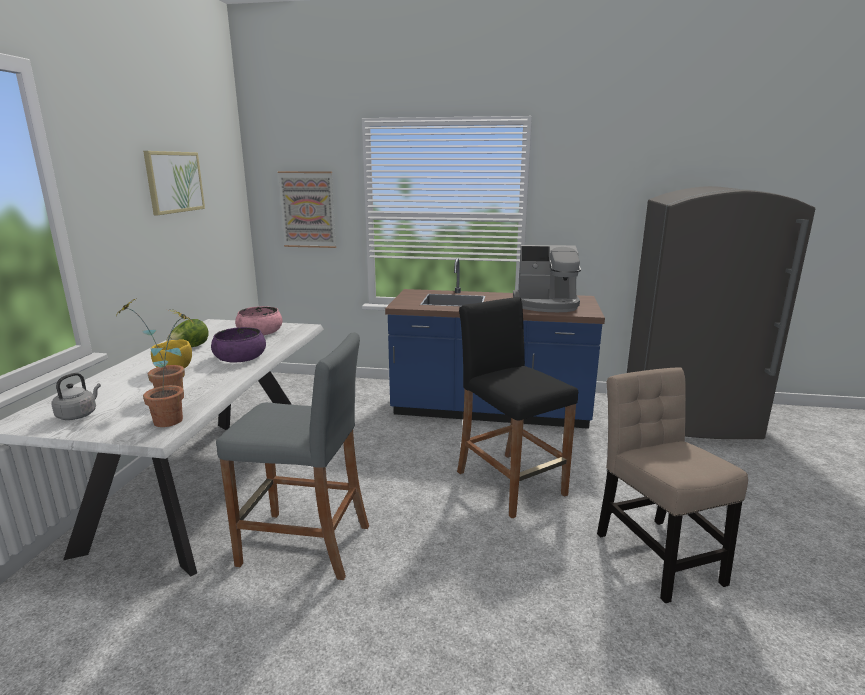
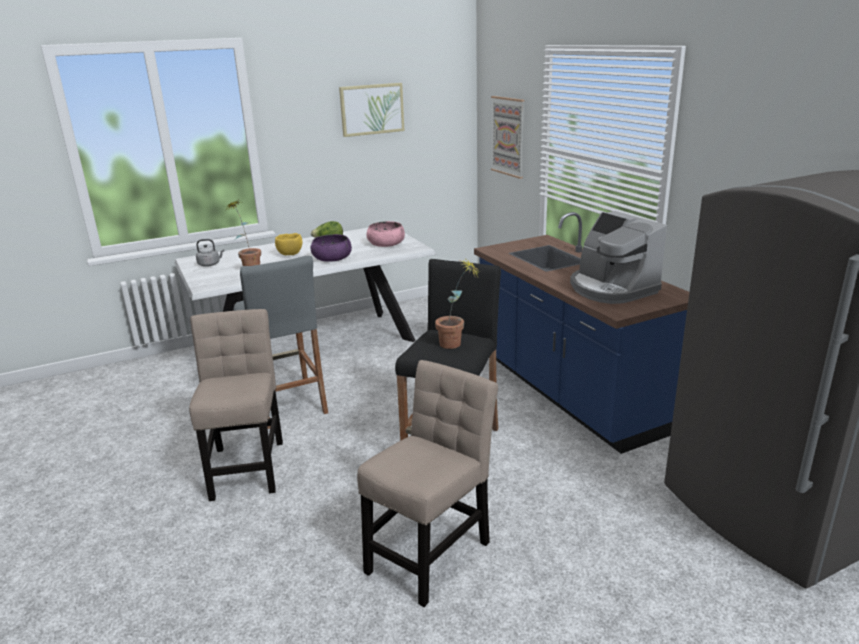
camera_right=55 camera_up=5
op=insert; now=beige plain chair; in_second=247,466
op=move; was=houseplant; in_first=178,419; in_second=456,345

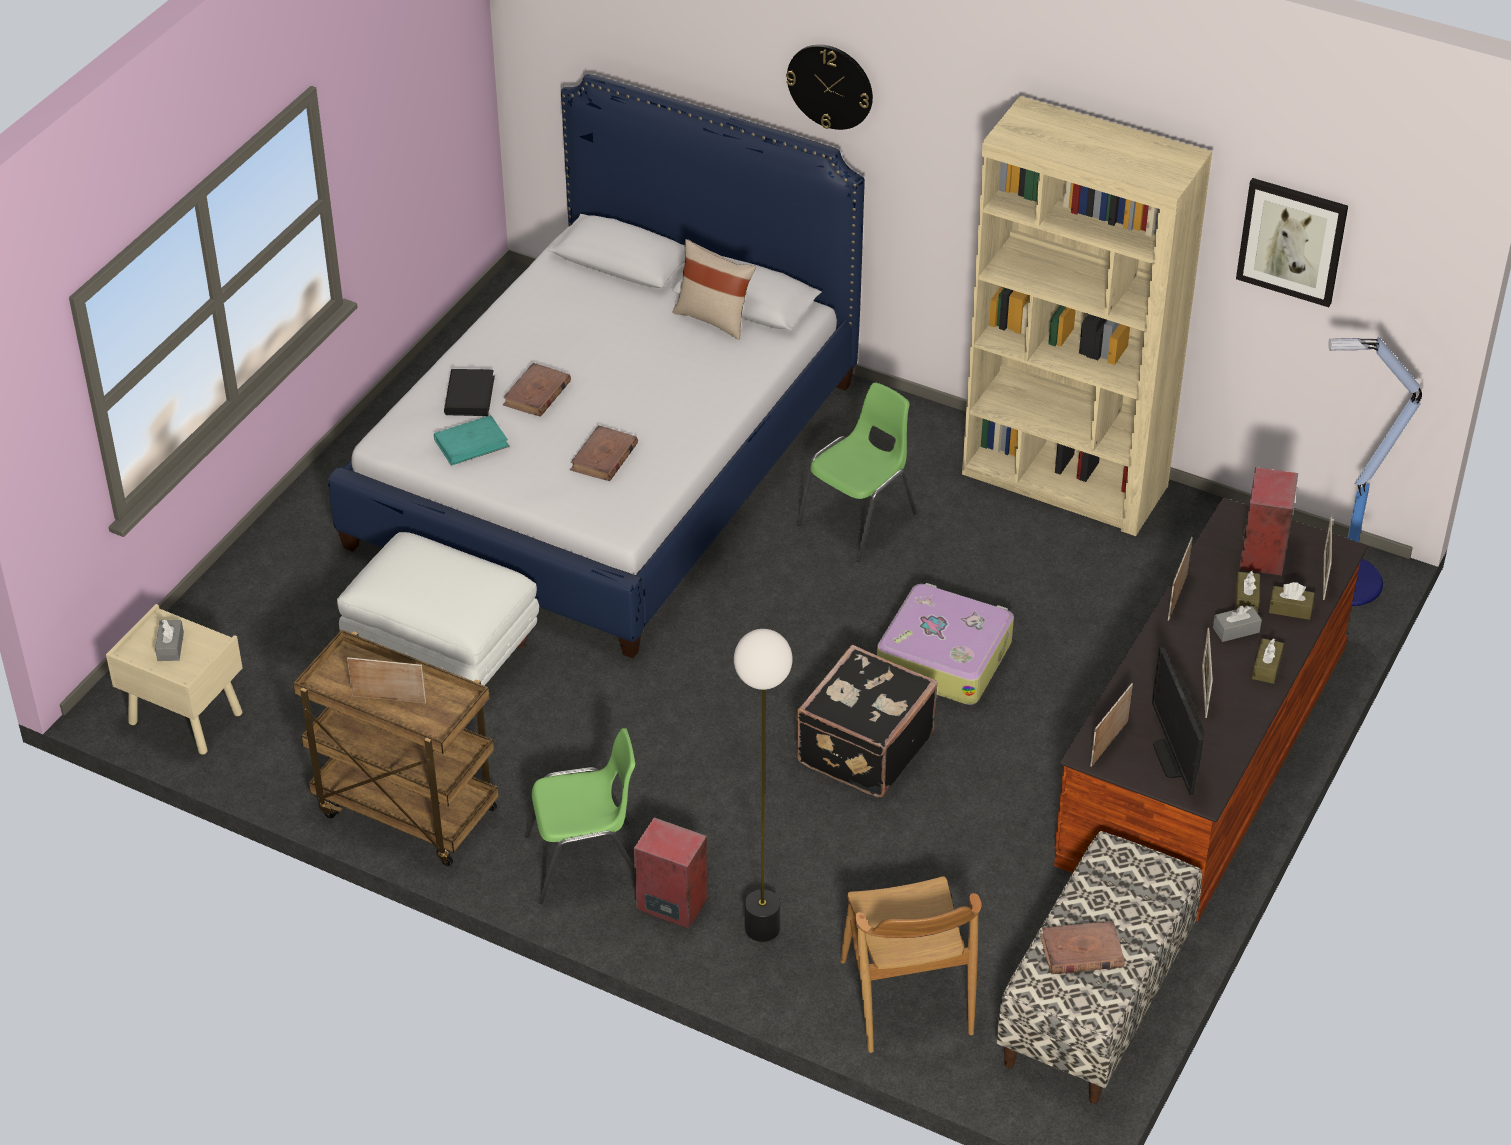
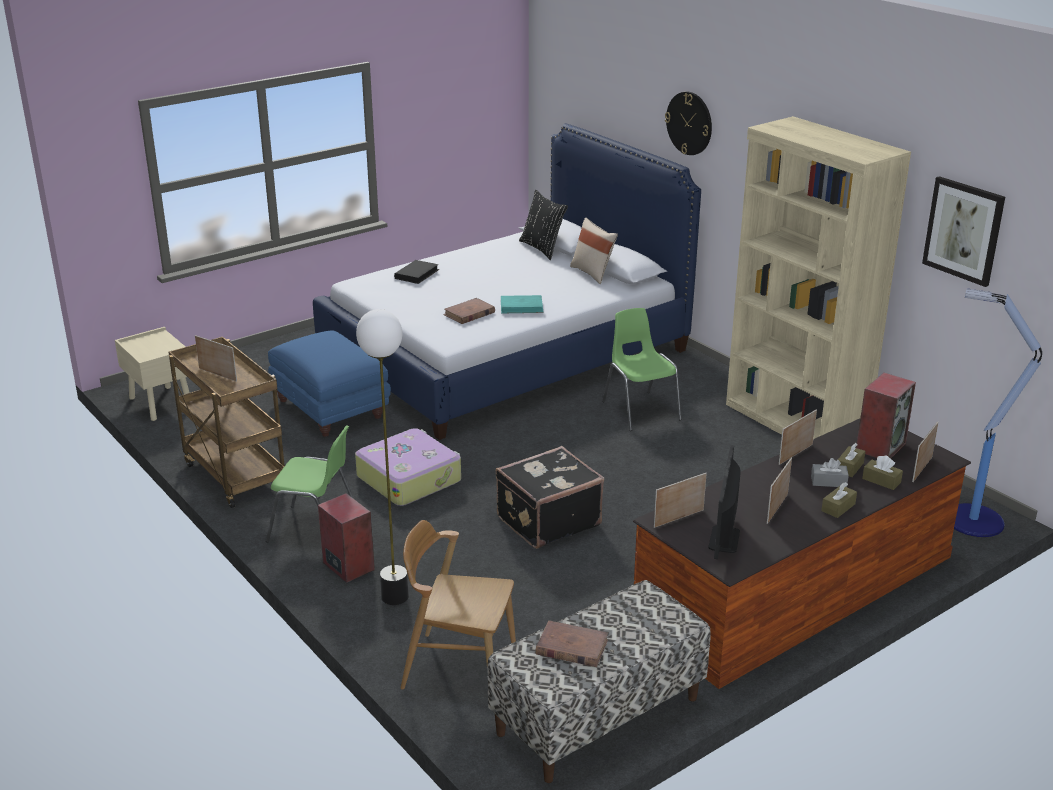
camera_right=25 camera_up=-15
op=delete; was=greyish box of tissues; in_first=170,646
op=delete; was=brown bound book; in_first=537,393
op=insert; now=blackish pillow; in_second=542,248
op=move; was=turquoise-coloured bound book; in_first=471,443; in_second=521,307
op=move; was=suitcase; in_first=944,657; in_second=409,478
op=recolor; was=whitish ottoman; now=bluish ottoman; in_first=444,651; in_second=331,410
op=rotate; was=greenish plain chair; in_first=859,519; in_second=640,410; clockwise=-90
op=rotate; was=brown plain chair; in_first=906,998; in_second=459,667; clockwise=90

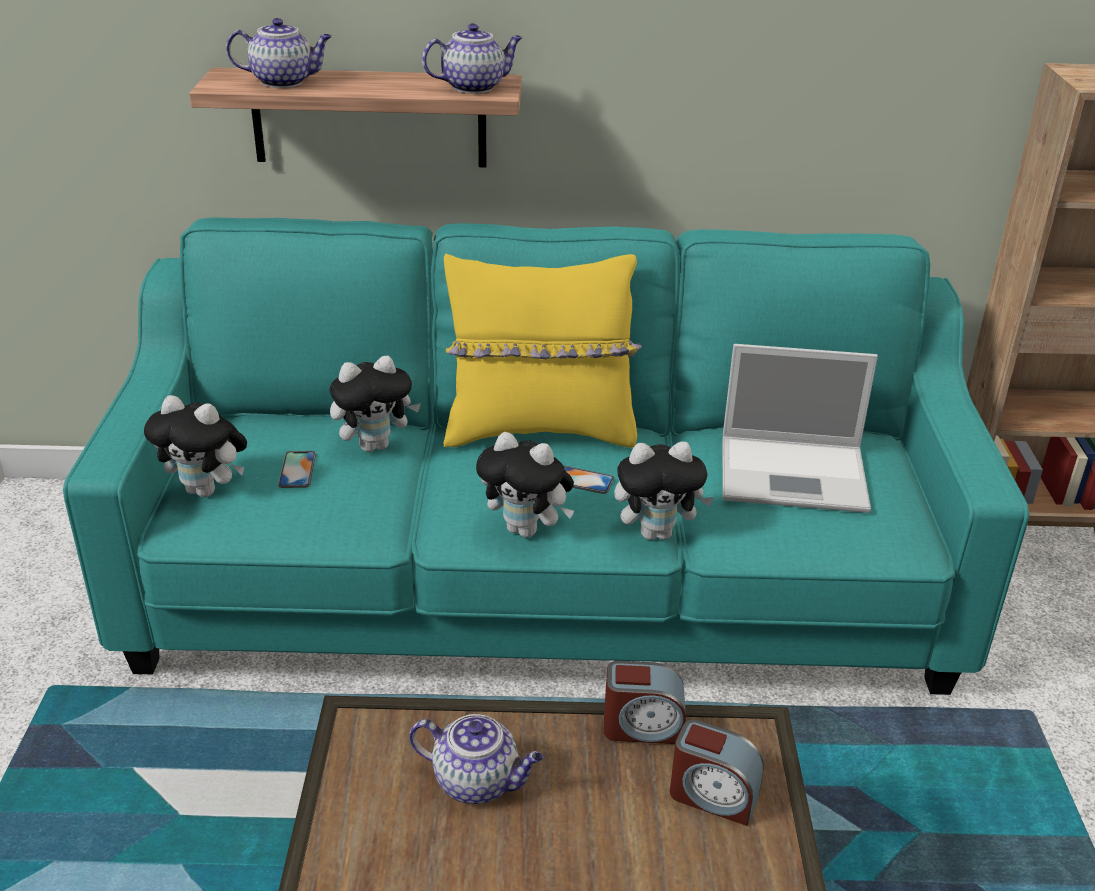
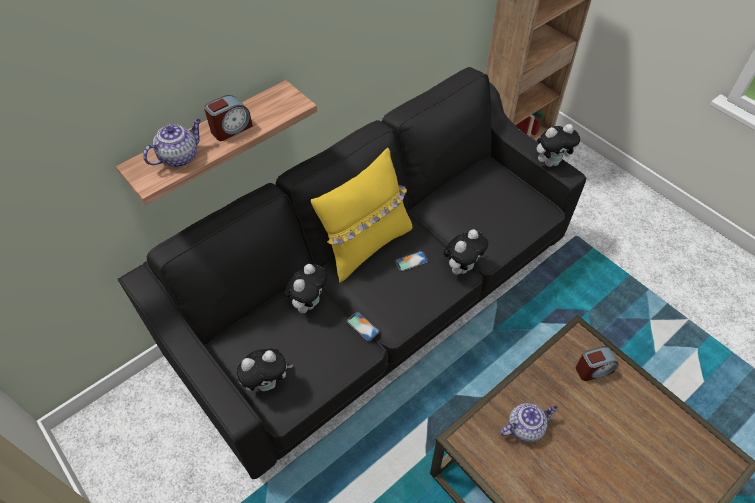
camera_right=-40 camera_up=20
op=delete; was=tea pot; in_first=474,87
op=delete; was=portable computer; in_first=796,474
op=move; was=telephone; in_first=297,470; in_second=362,326
op=move; was=cuddly toy; in_first=527,530; in_second=551,162
op=move; was=table clock; in_first=642,727; in_second=231,129
op=recolor; was=turquoise-coloured couch; now=blackish couch; in_first=546,592; in_second=378,303

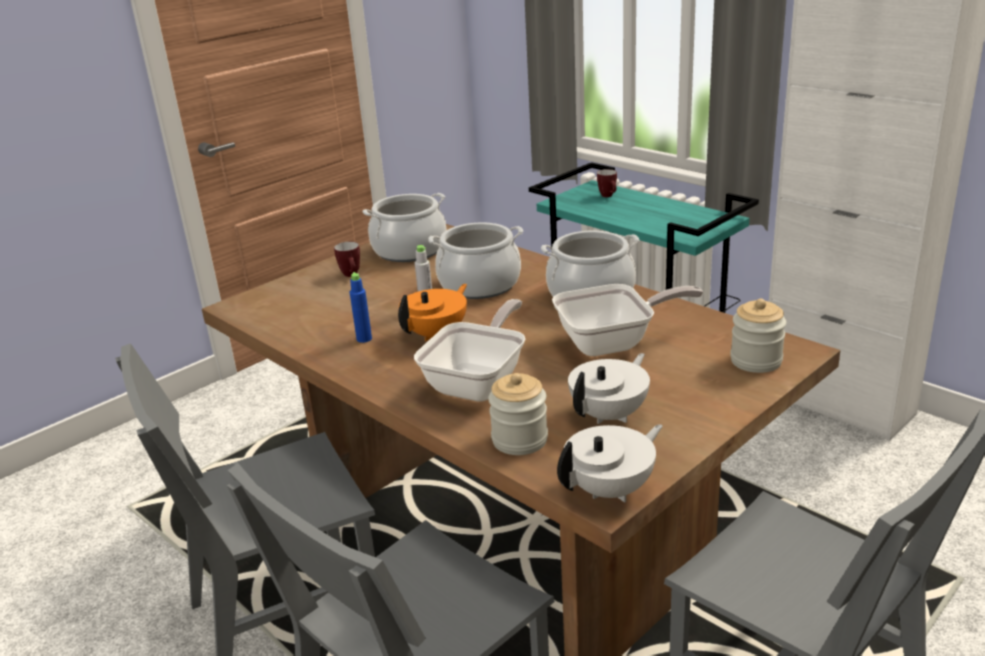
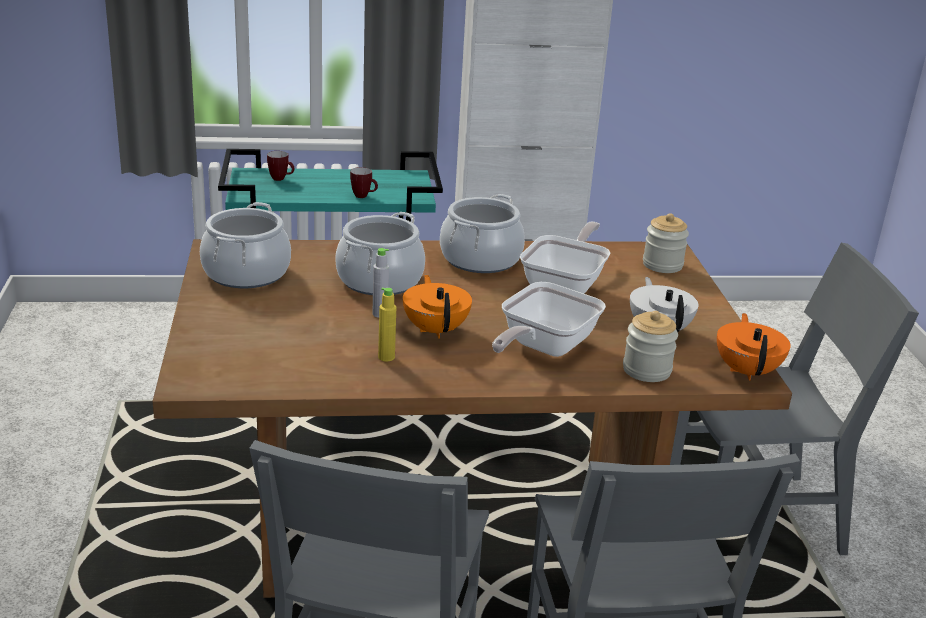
camera_right=-55 camera_up=0
op=move; was=mug; in_first=352,275; in_second=364,196
op=recolor; was=bluish drink bottle; now=yellow drink bottle; in_first=364,339; in_second=386,357
op=recolor; was=whitish tea pot; now=orangey tea pot; in_first=611,490; in_second=747,371
op=rotate; was=pan; in_first=480,381; in_second=542,347; clockwise=-120

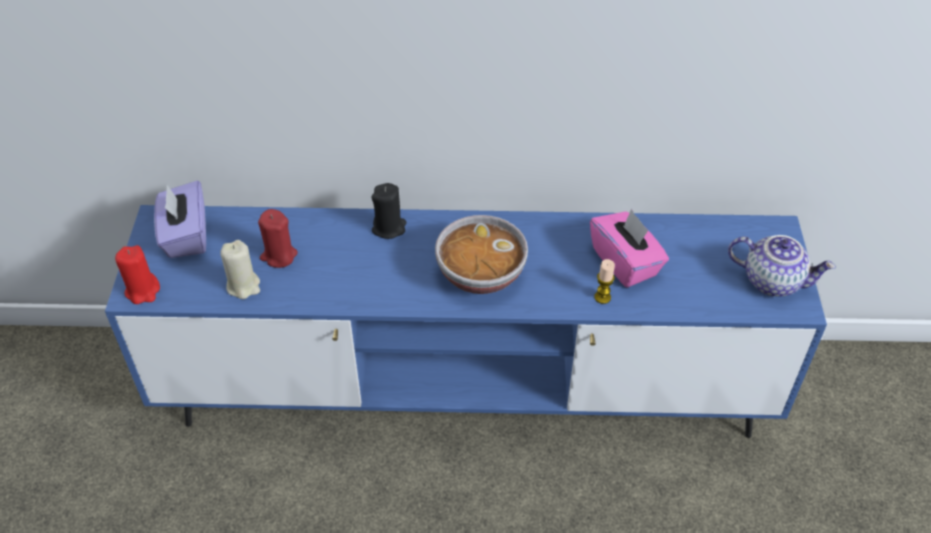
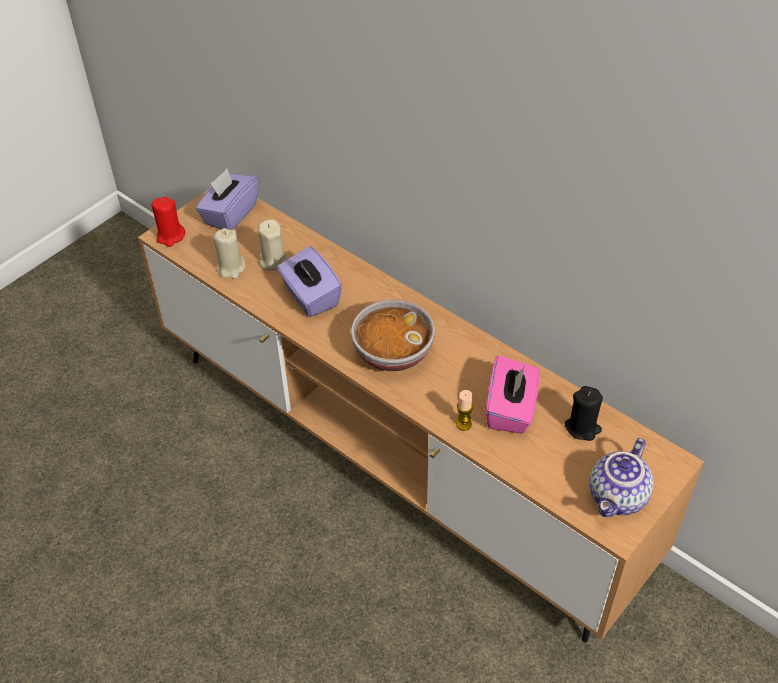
camera_right=40 camera_up=0
op=insert; now=purple box of tissues; in_second=310,297
op=move; was=blackish wax candle; in_first=389,228; in_second=582,428
op=recolor; was=bluish tv stand; now=brown tv stand; in_first=465,393; in_second=393,458
op=recolor; was=red-coloured wax candle; now=beige wax candle; in_first=279,255; in_second=273,260
op=rotate; was=tea pot; in_first=773,280; in_second=618,498; clockwise=60

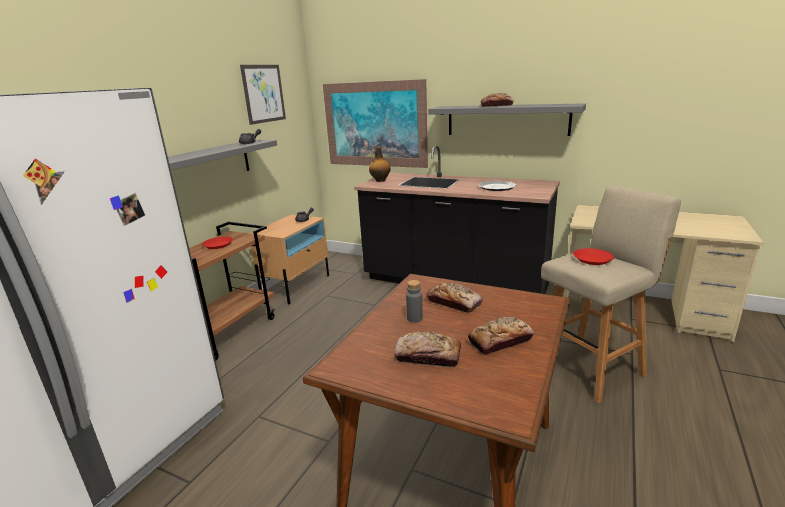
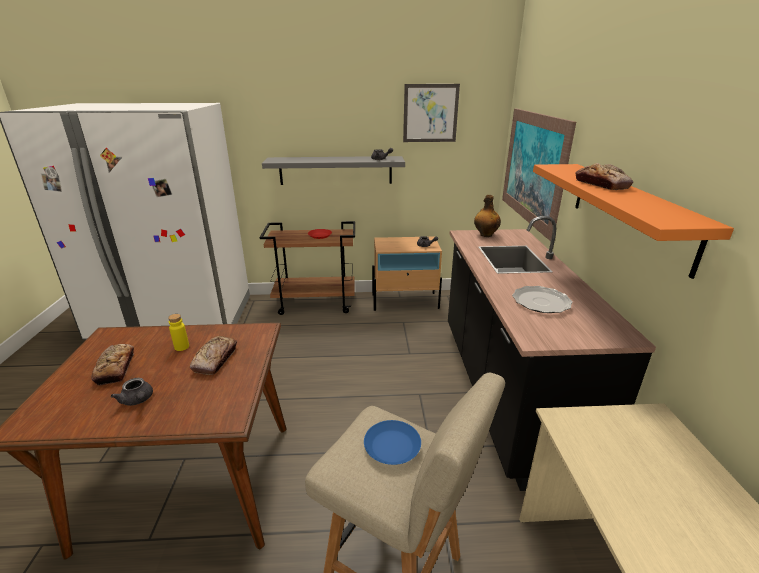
camera_right=60 camera_up=5
op=replace; was=bread; now=greyish tea pot; in_first=500,341; in_second=138,400
op=recolor; was=greyish drink bottle; now=yellow drink bottle; in_first=414,318; in_second=182,347
op=recolor; was=greyish bracket shelf; now=orangey bracket shelf; in_first=507,120; in_second=629,212
op=recolor; was=red-coloured flat dish; now=bluish flat dish; in_first=592,259; in_second=392,446

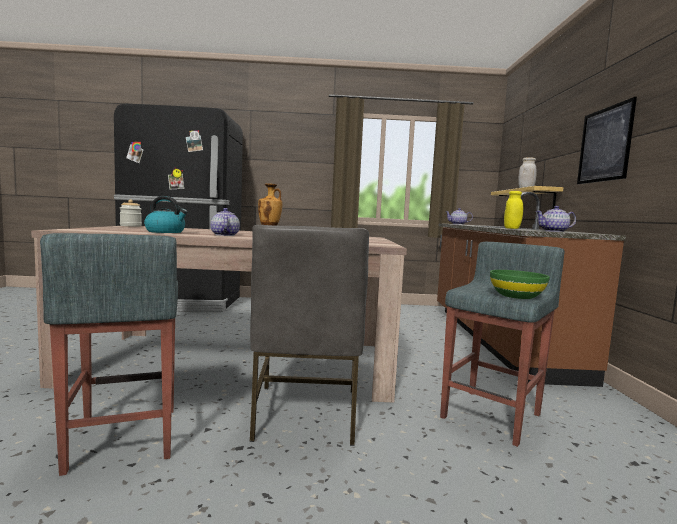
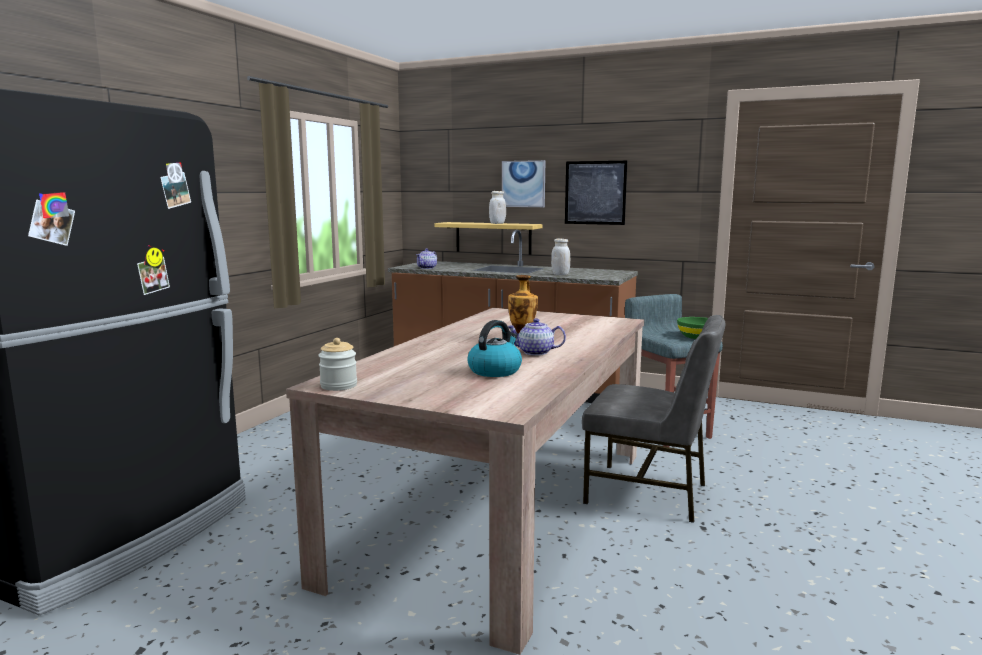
camera_right=-65 camera_up=5
op=delete; was=greyish stool seat; in_first=123,439
op=delete; was=tea pot; in_first=554,231
op=insert; now=picture; in_second=523,184
op=recolor; was=yellow storage jar; now=whitish storage jar; in_first=512,228; in_second=560,274

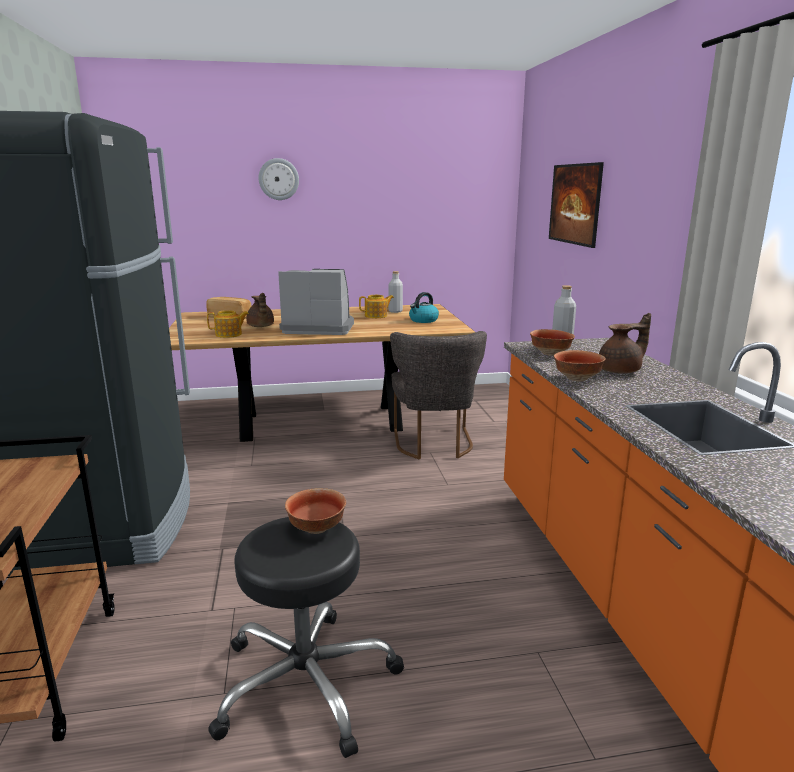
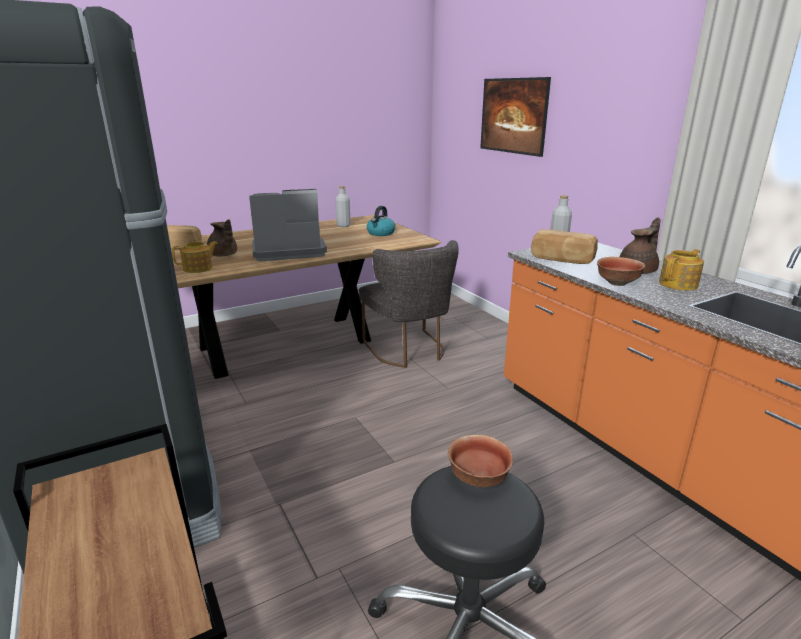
camera_right=-20 camera_up=5
op=delete; was=hanging clock; in_first=278,179
op=move; was=tea pot; in_first=376,316; in_second=679,284
op=replace; was=bowl; now=bread; in_first=550,353; in_second=562,259

